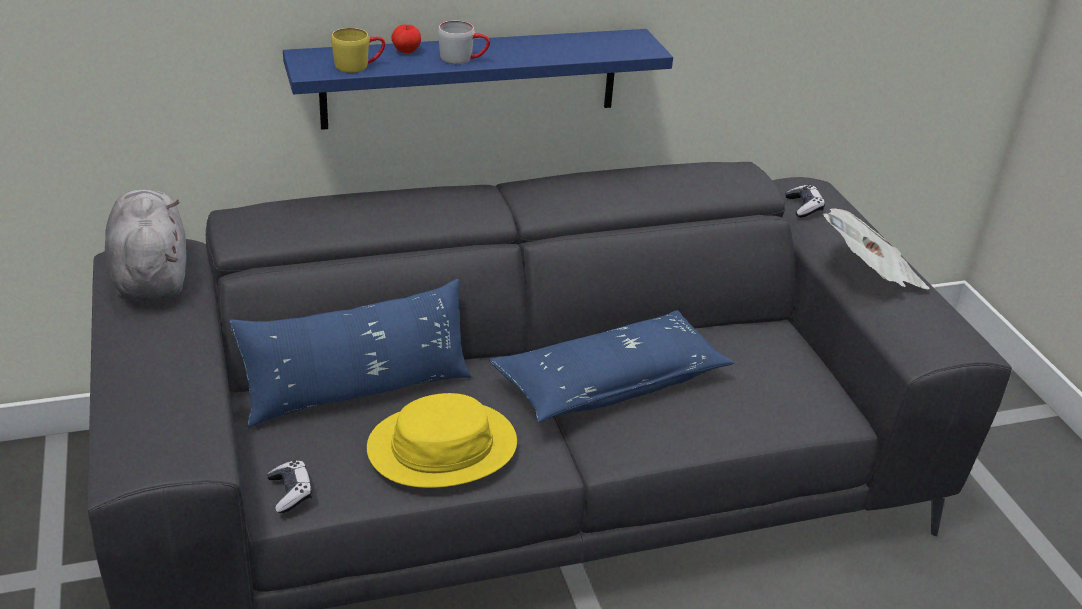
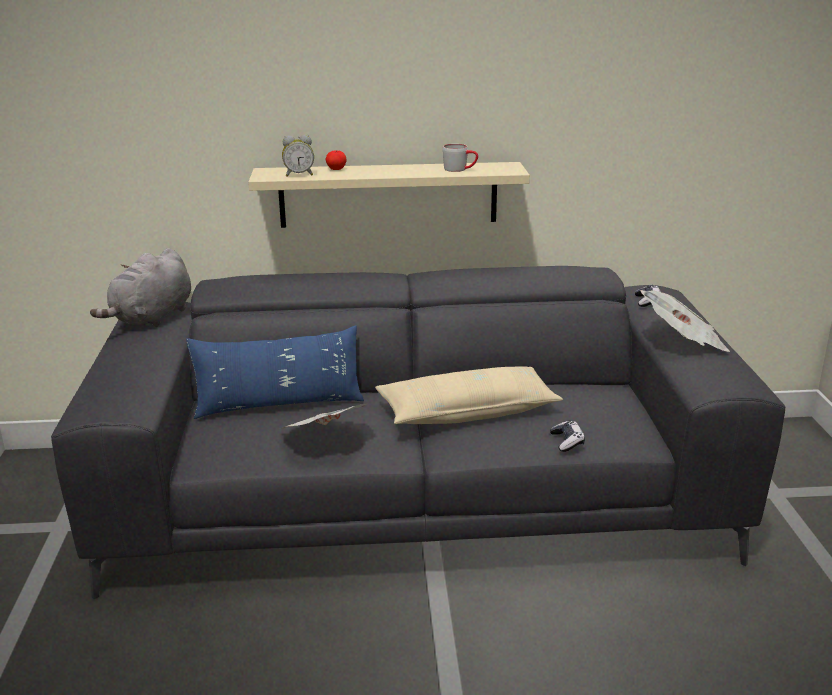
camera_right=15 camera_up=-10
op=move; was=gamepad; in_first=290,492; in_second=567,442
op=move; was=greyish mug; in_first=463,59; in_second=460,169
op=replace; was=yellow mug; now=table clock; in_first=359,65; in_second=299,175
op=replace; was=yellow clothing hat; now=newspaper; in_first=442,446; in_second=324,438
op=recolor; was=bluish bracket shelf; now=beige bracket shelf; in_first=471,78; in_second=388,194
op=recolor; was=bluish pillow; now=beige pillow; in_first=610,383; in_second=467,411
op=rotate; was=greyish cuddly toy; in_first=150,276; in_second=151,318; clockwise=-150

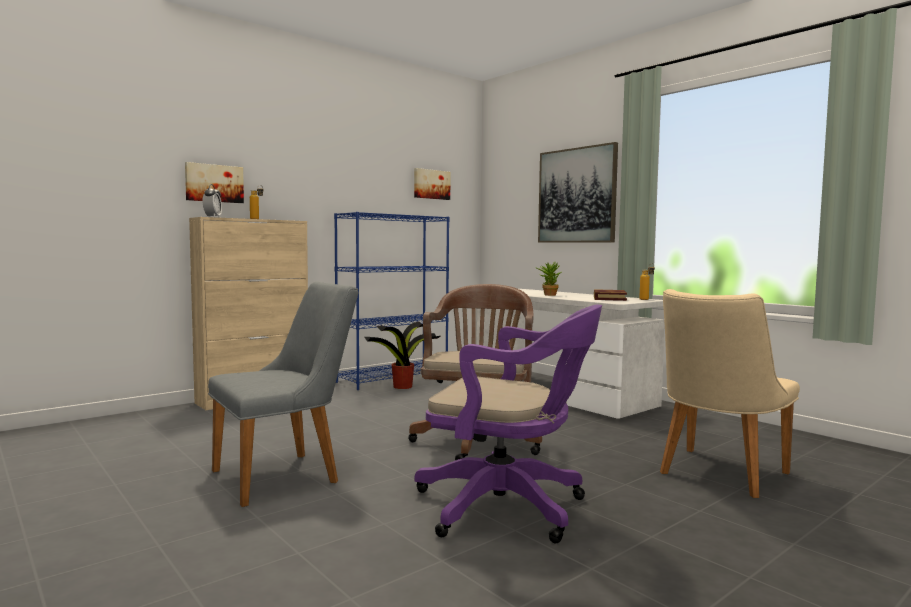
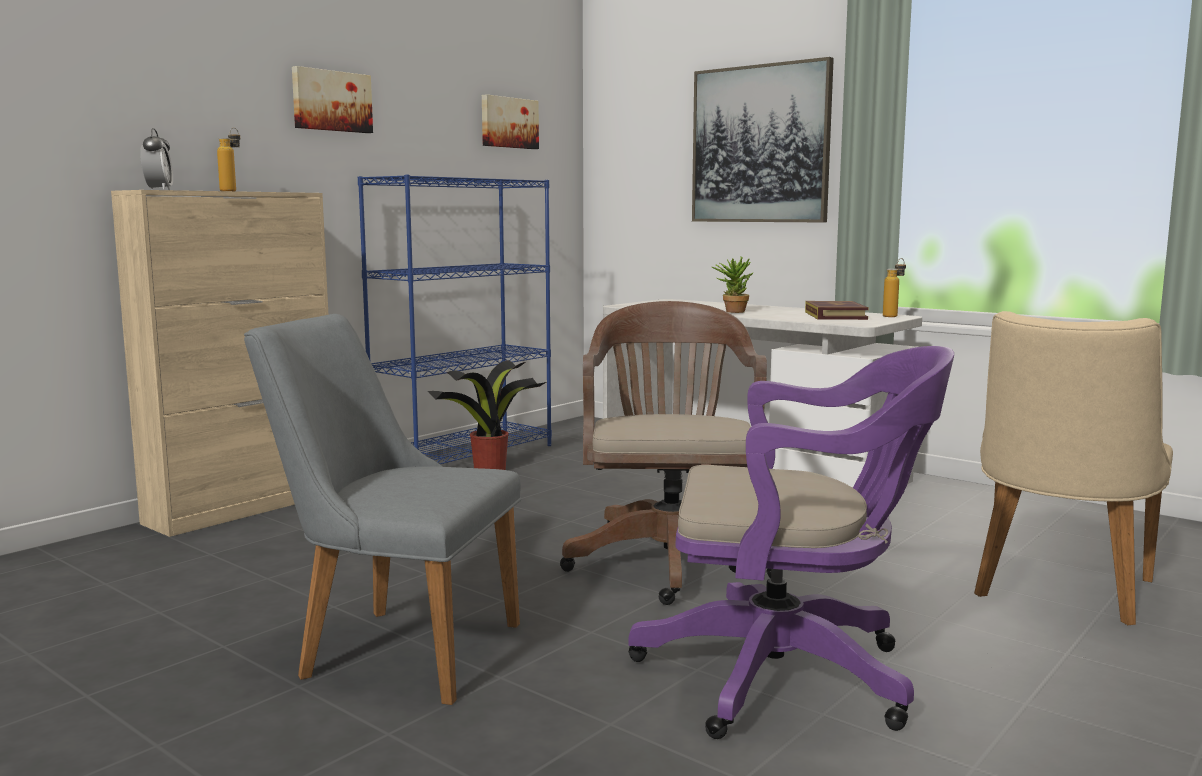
camera_right=-10 camera_up=5
op=move; was=picture; in_first=214,183; in_second=331,101
op=rotate; was=greyish plain chair; in_first=287,474; in_second=392,648; clockwise=-120

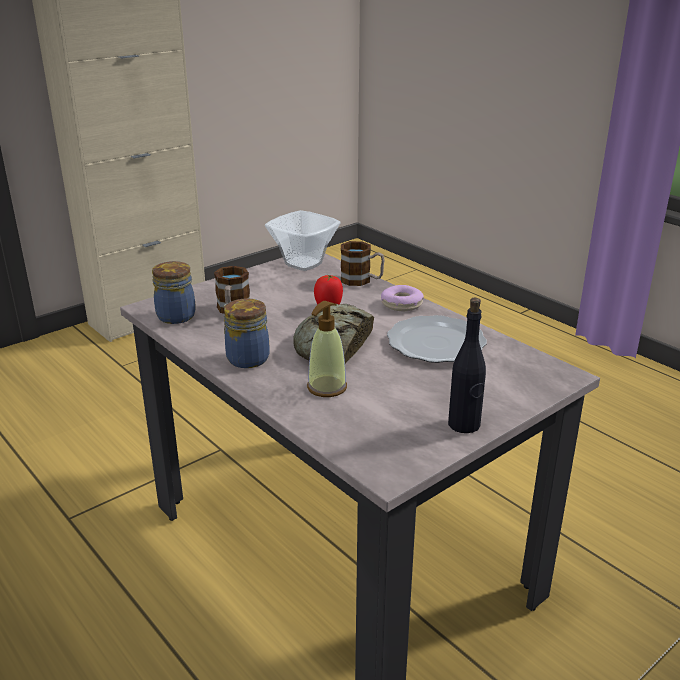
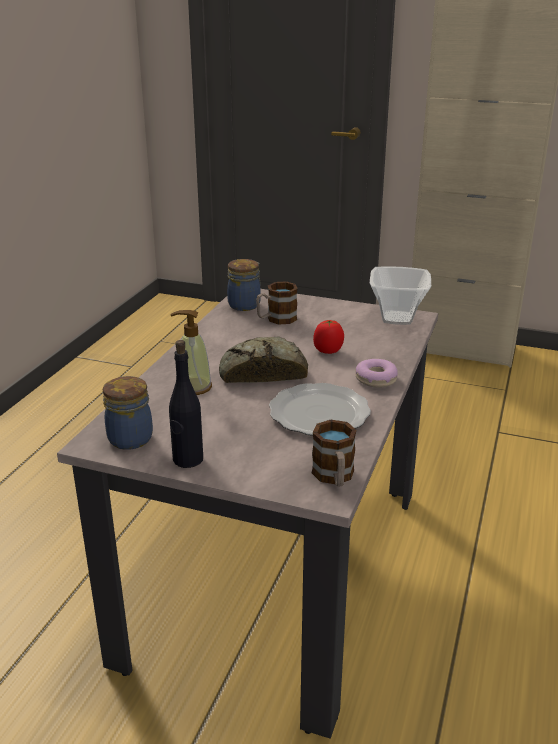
camera_right=60 camera_up=0
op=move; was=storage jar; in_first=246,358; in_second=131,437
op=move; was=mug; in_first=361,280; in_second=334,477

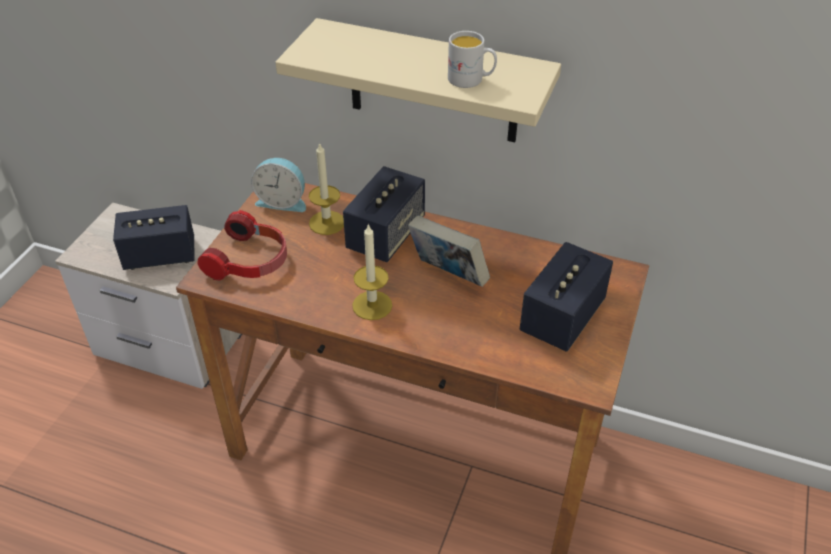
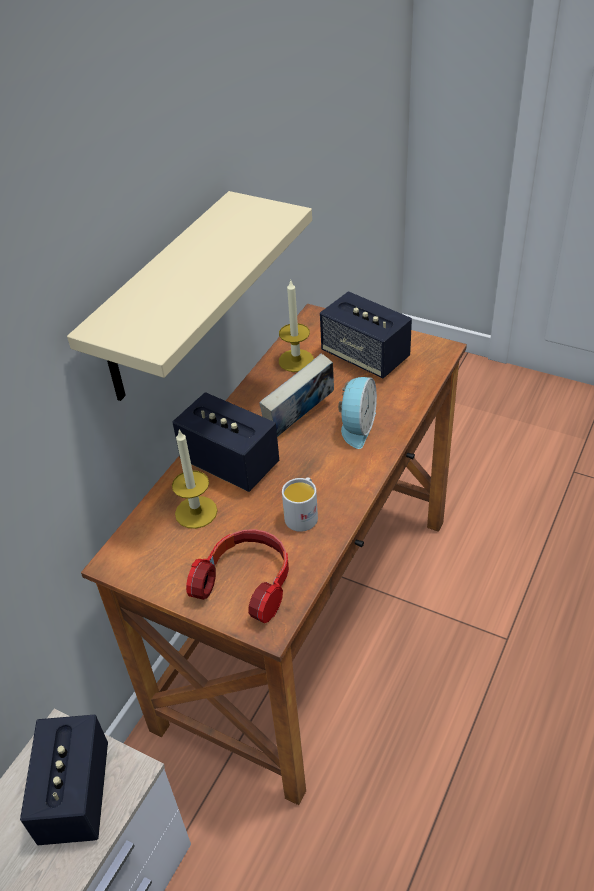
camera_right=-80 camera_up=0
op=move; was=table clock; in_first=282,201; in_second=356,427
op=move; was=wax candle; in_first=372,305; in_second=296,360
op=move; was=whitish mug; in_first=471,80; in_second=303,514

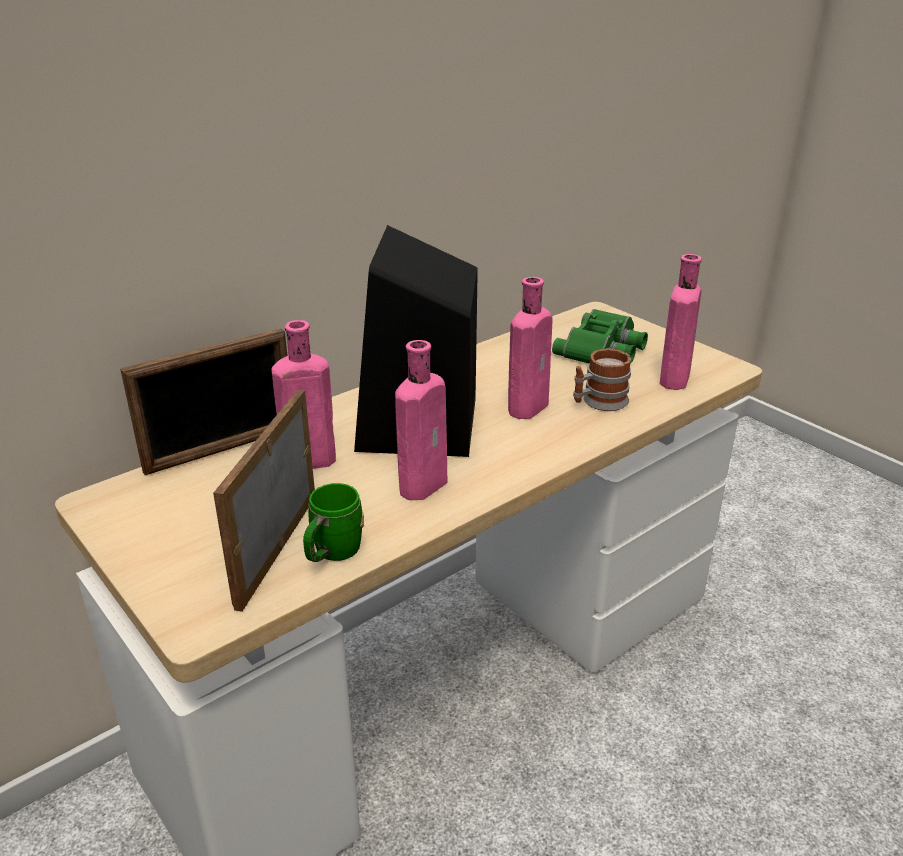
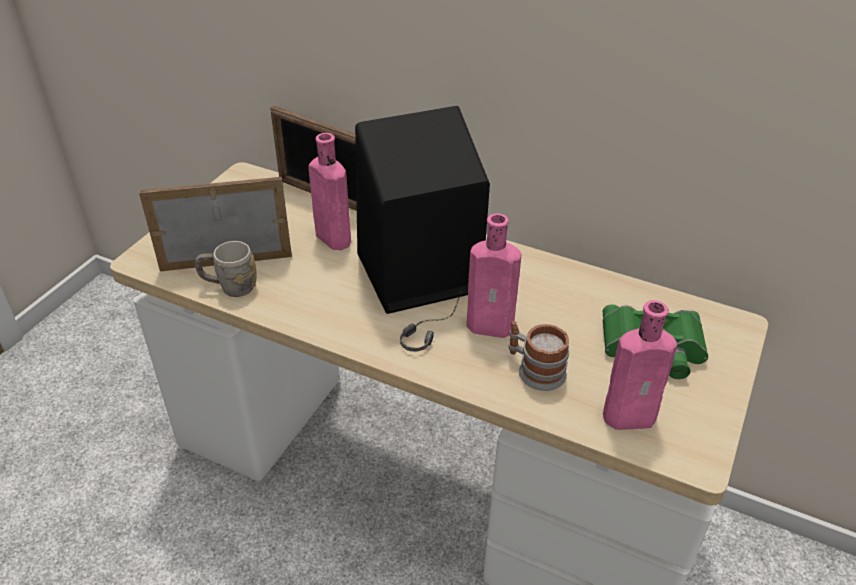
camera_right=65 camera_up=10
op=delete; was=pinkish drink bottle; in_first=425,483
op=insert; now=pair of headphones; in_second=430,326
op=recolor; was=greenish mug; now=greyish mug; in_first=332,554; in_second=230,287

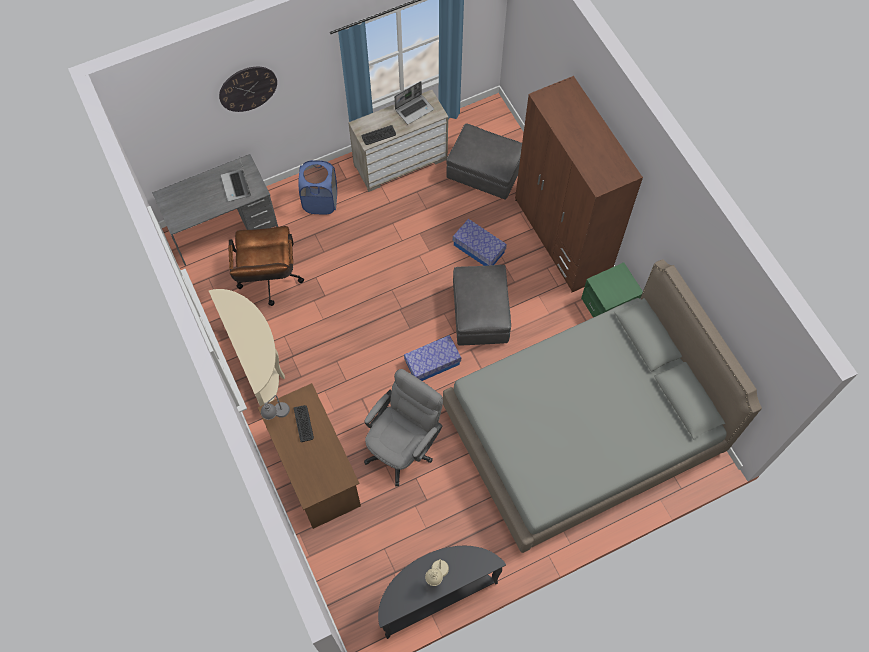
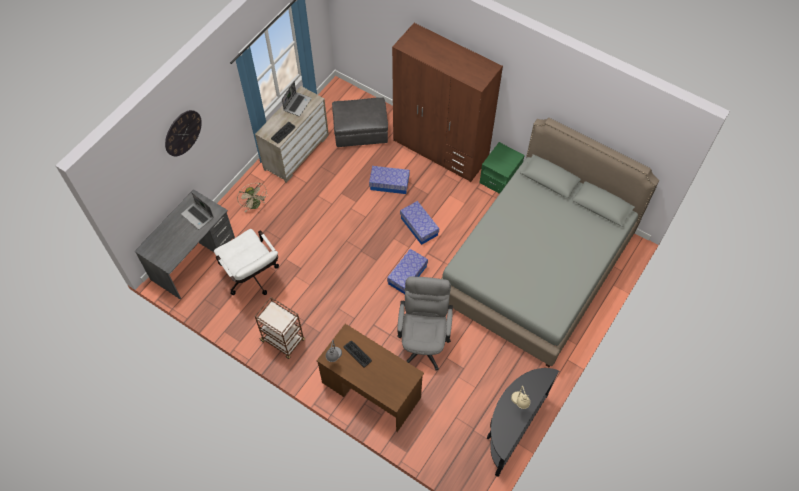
camera_right=-30 camera_up=-5
op=replace; was=beige console table; now=brown trolley; in_first=259,365; in_second=283,340
op=replace; was=bluish hamper; now=beige electric fan; in_first=321,201; in_second=255,205
op=replace; was=greyish ottoman; now=storage container; in_first=480,315; in_second=419,226
op=recolor; was=brown desk chair; now=whitish desk chair; in_first=270,281; in_second=253,278

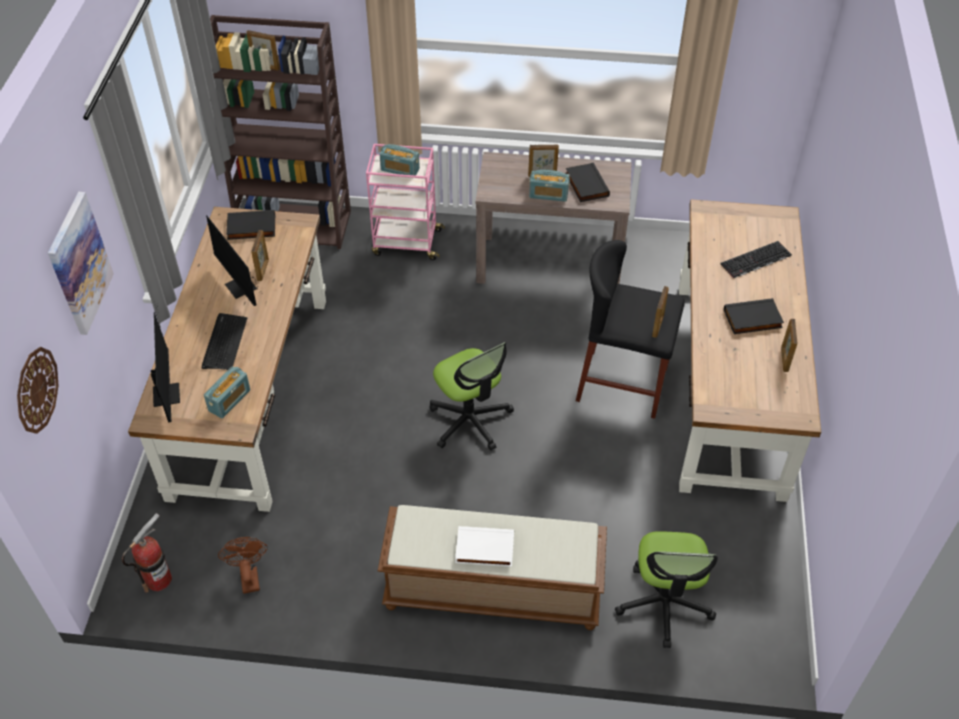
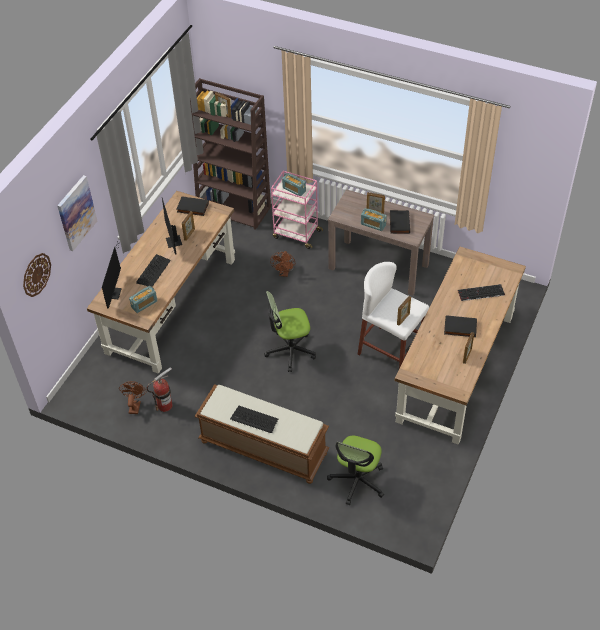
camera_right=20 camera_up=0
op=insert; now=brown electric fan; in_second=284,273
op=move; was=fire extinguisher; in_first=158,579; in_second=165,405
op=replace; was=whitish bound book; now=computer keyboard; in_first=484,549; in_second=254,419
op=recolor; was=blackish stool seat; now=whitish stool seat; in_first=622,384; in_second=390,351
op=rotate; was=desk chair; in_first=470,420; in_second=290,350; clockwise=90

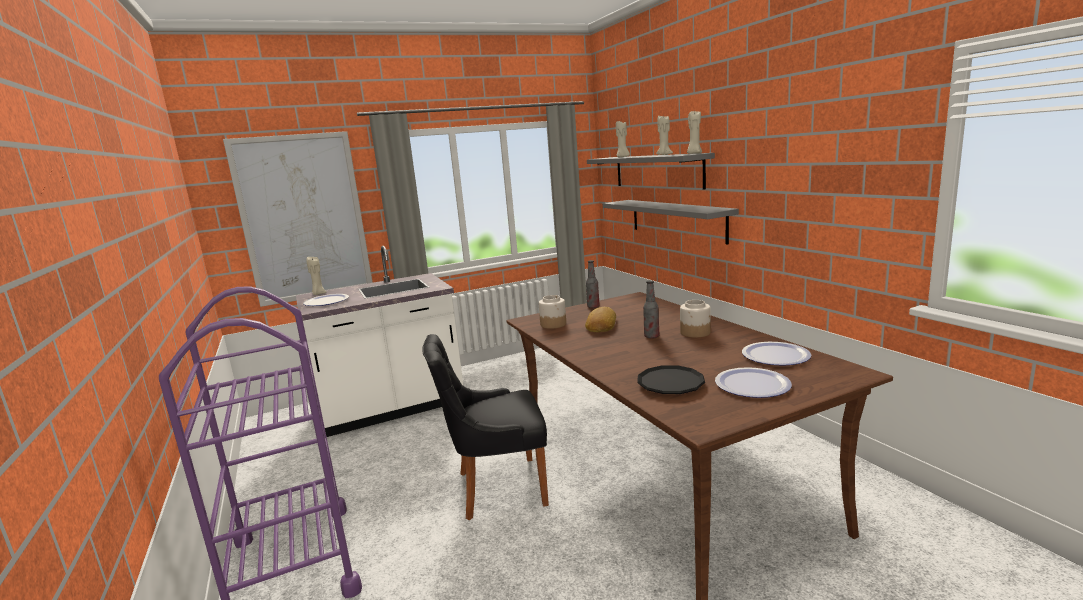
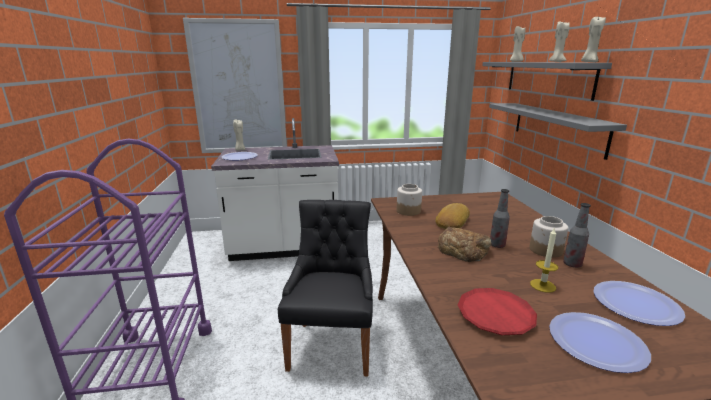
camera_right=15 camera_up=5
op=insert; now=bread; in_second=463,249
op=insert; now=wax candle; in_second=542,285
op=move; was=drink bottle; in_first=593,307; in_second=572,264
op=recolor; was=blackish flat dish; now=red-coloured flat dish; in_first=670,384; in_second=495,315
op=rotate; was=blackish plain chair; in_first=497,488; in_second=332,345; clockwise=90

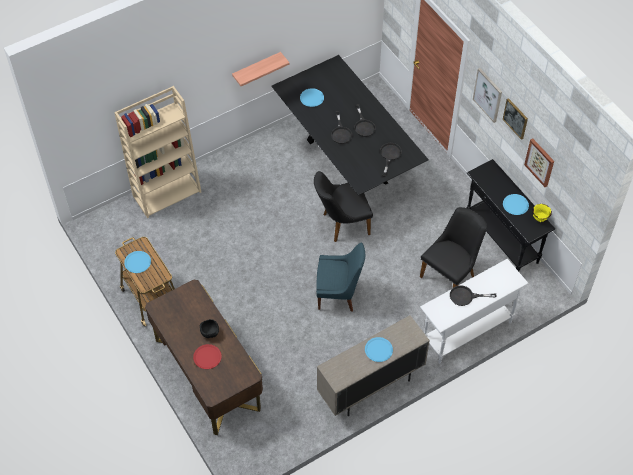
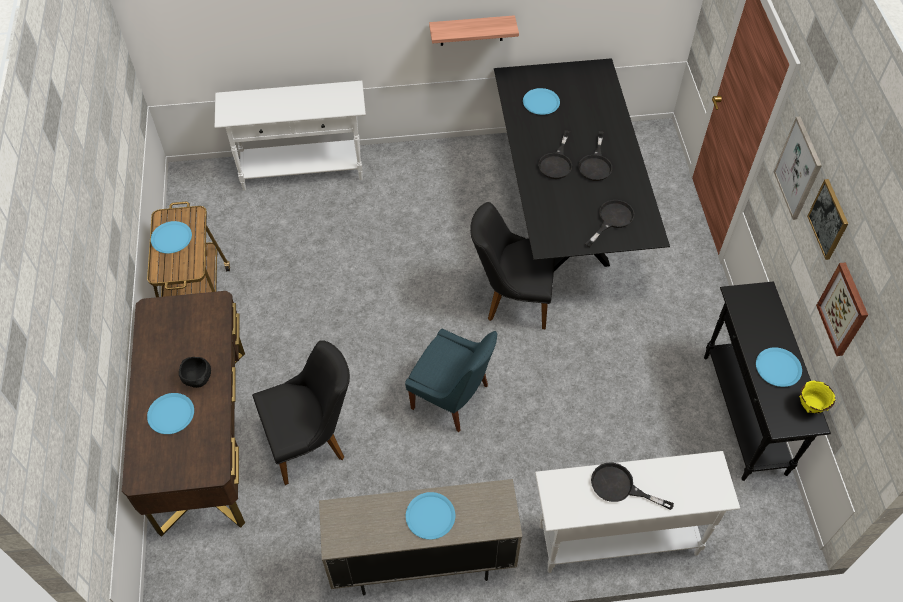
camera_right=25 camera_up=0
op=move; was=blackish plain chair; in_first=451,274; in_second=312,441
op=replace; was=beige bookshelf; now=whitish console table; in_first=167,193; in_second=303,171
op=recolor; was=red-coloured flat dish; now=bluish flat dish; in_first=207,357; in_second=171,414

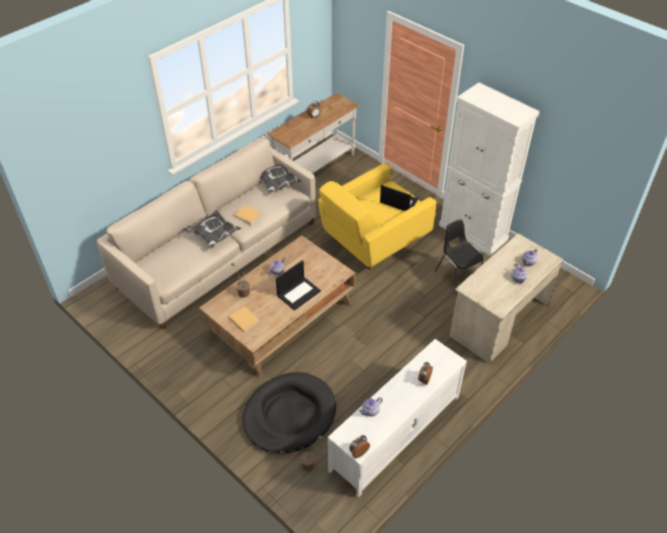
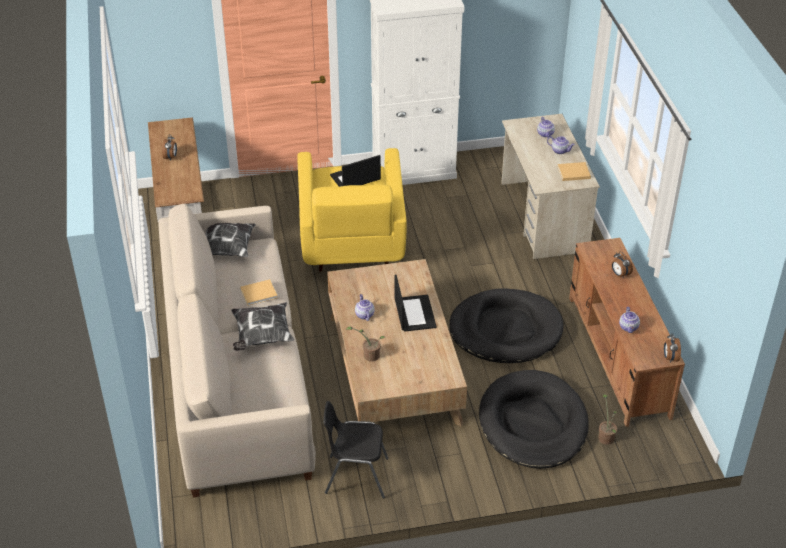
camera_right=-55 camera_up=-5
op=insert; now=blackish pet bed; in_second=505,330
op=move; was=beige bound book; in_first=243,319; in_second=572,172
op=move; was=blackish plain chair; in_first=458,277; in_second=356,476
op=recolor; was=whitish tv stand; now=brown tv stand; in_first=395,433; in_second=618,356

